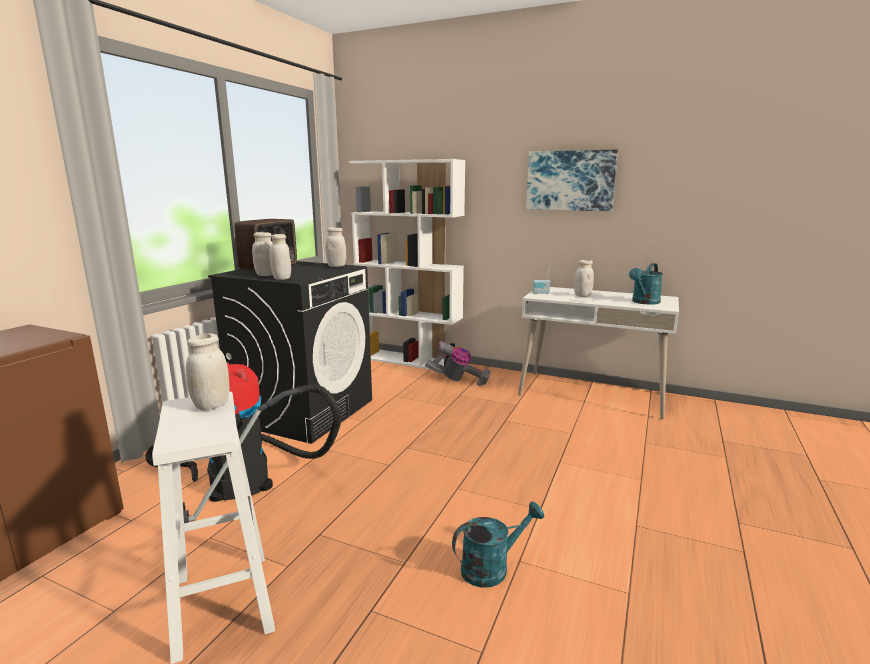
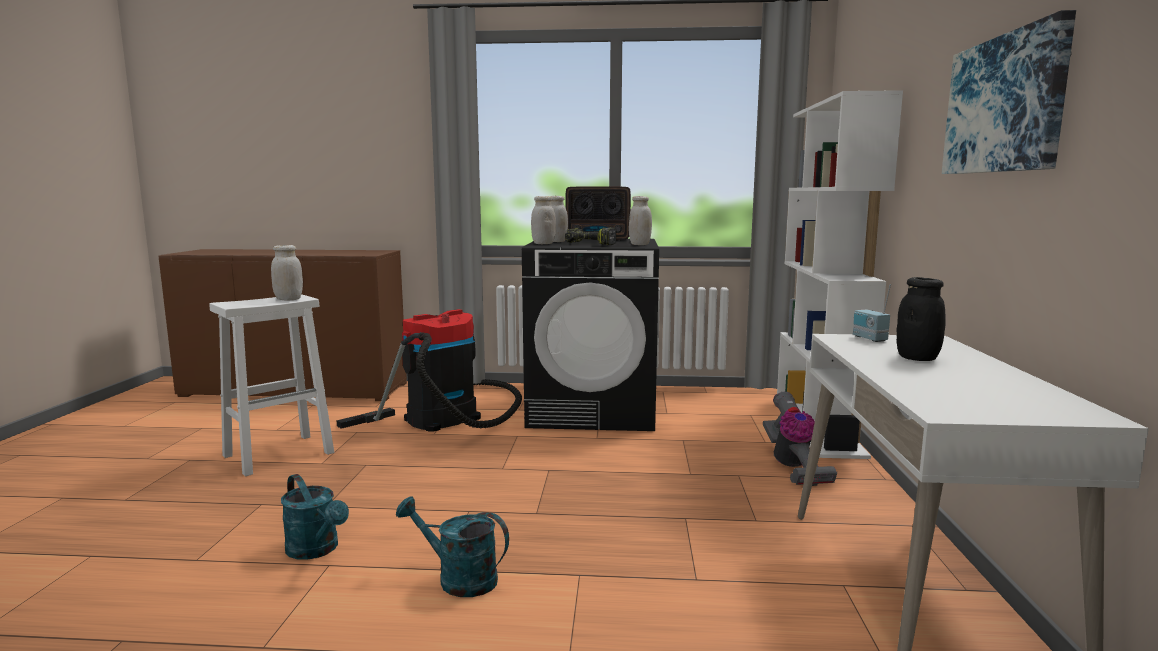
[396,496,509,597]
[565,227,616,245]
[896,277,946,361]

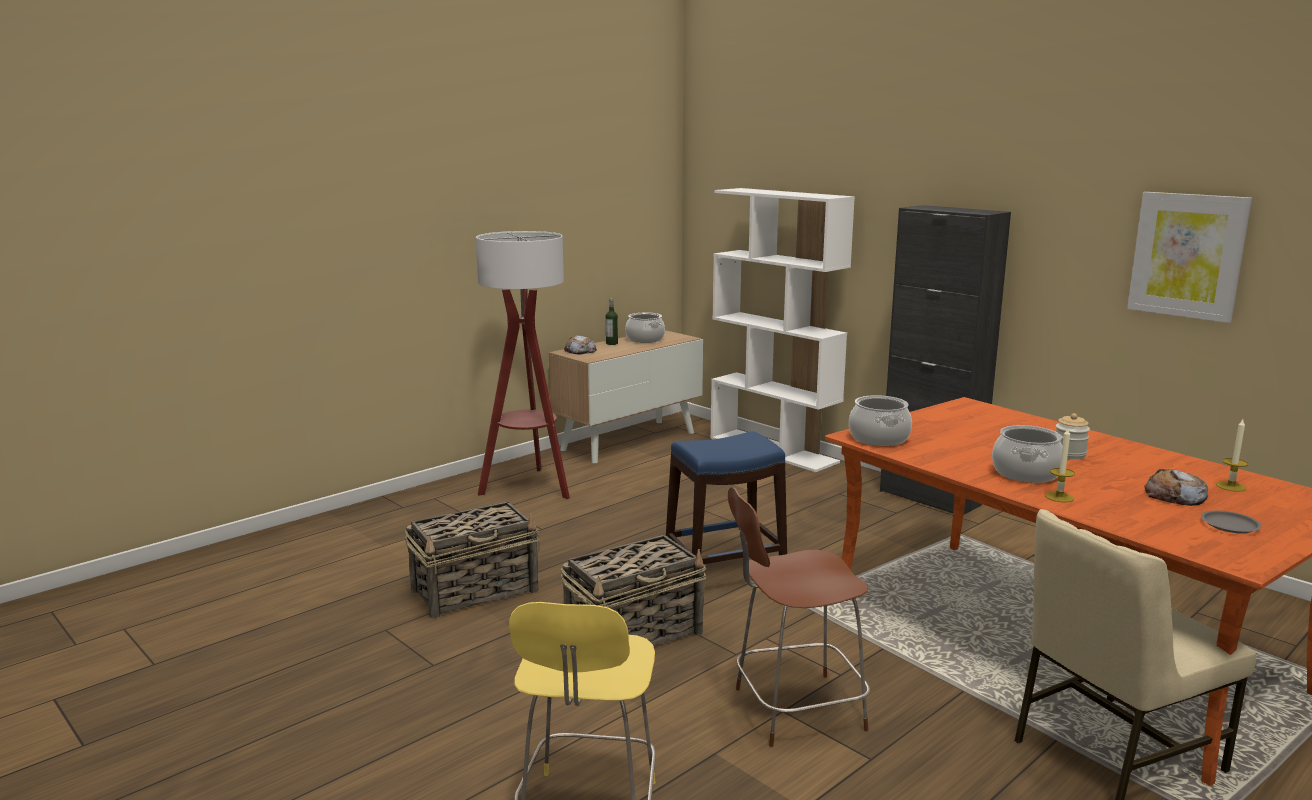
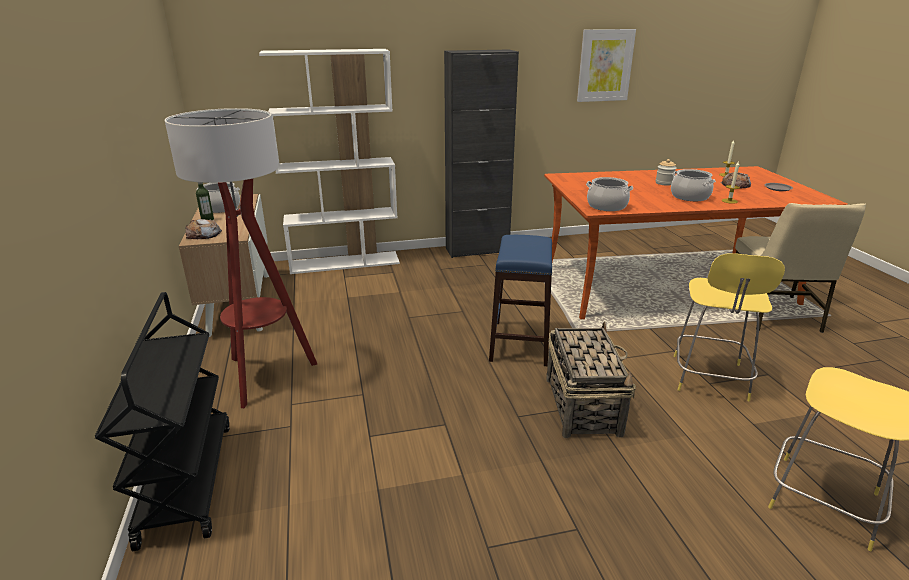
[95,292,230,551]
[674,253,785,402]
[405,501,540,618] (first image)

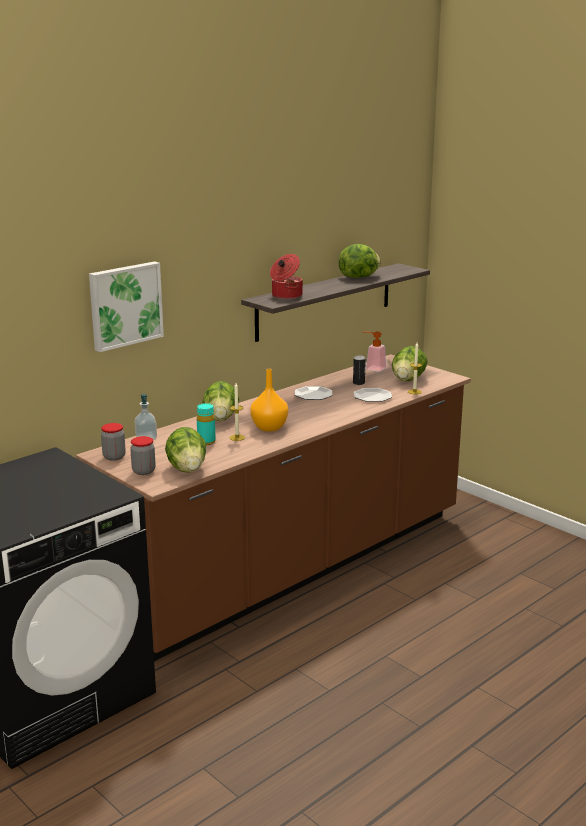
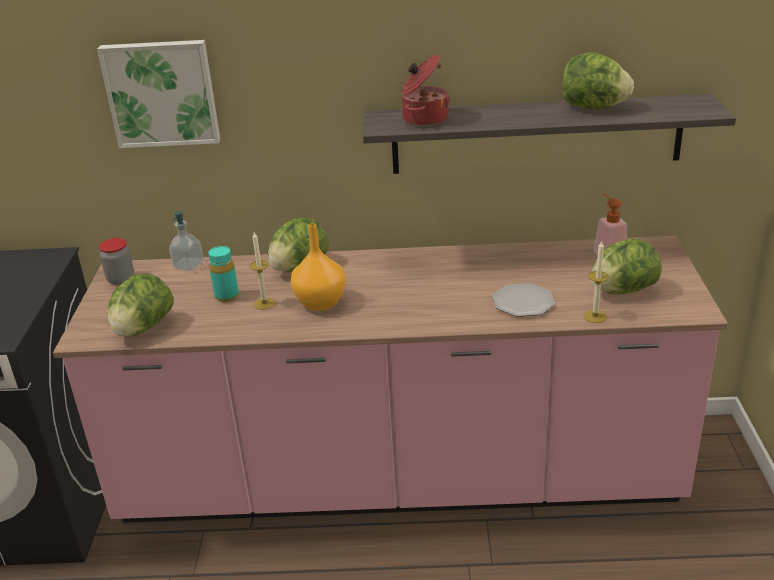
[53,236,728,523]
[130,436,156,475] (first image)
[295,386,332,400] (first image)
[353,355,366,385] (first image)

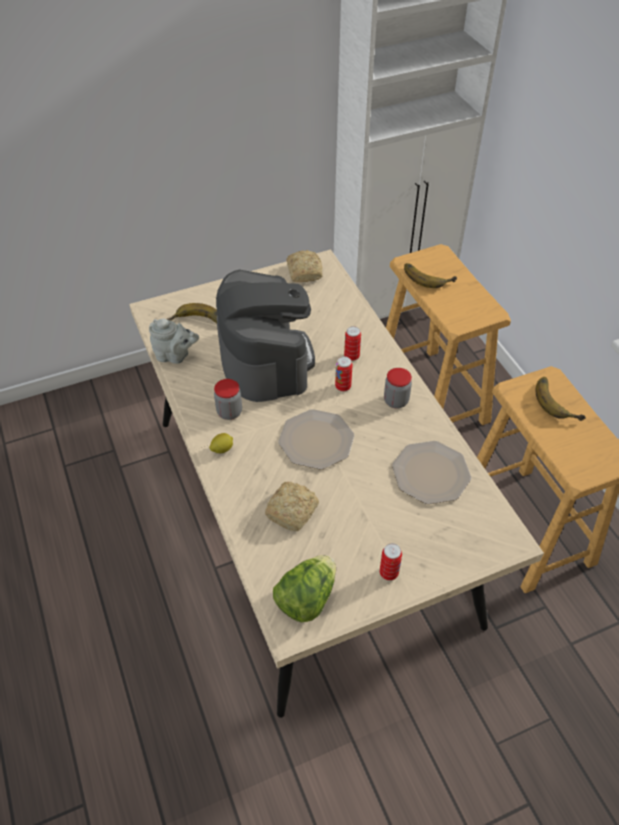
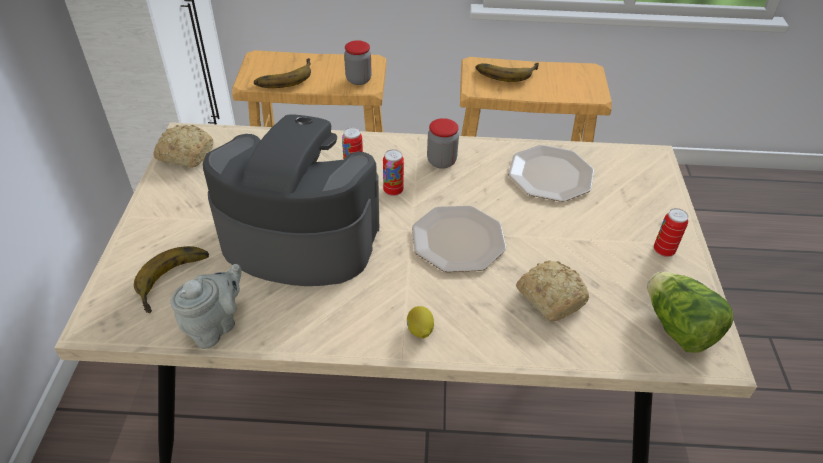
[344,40,372,85]

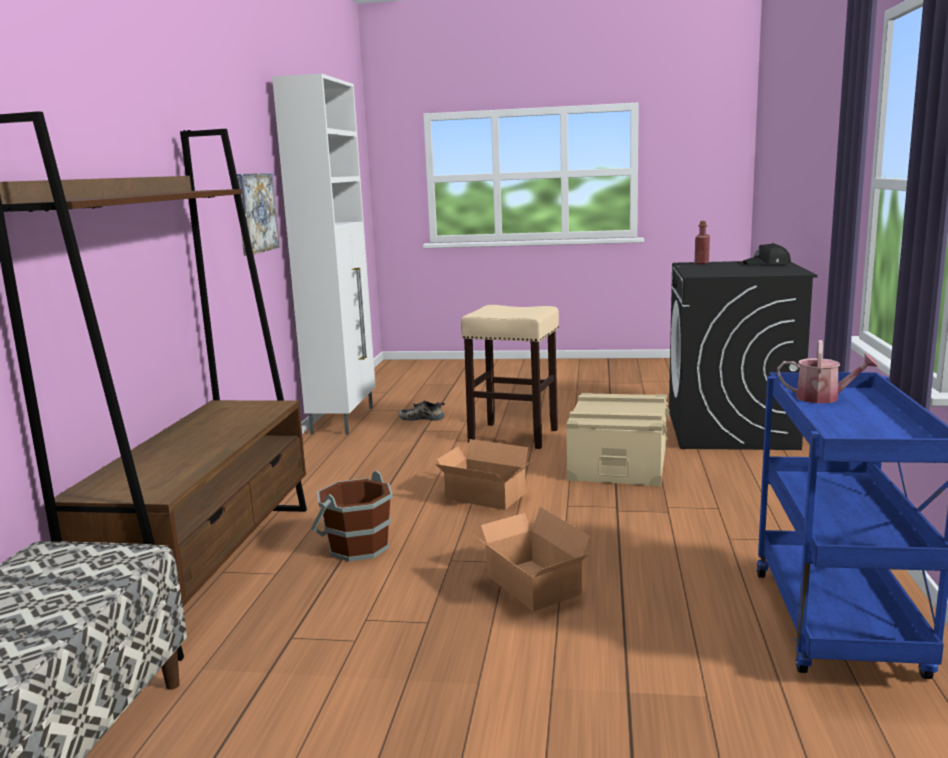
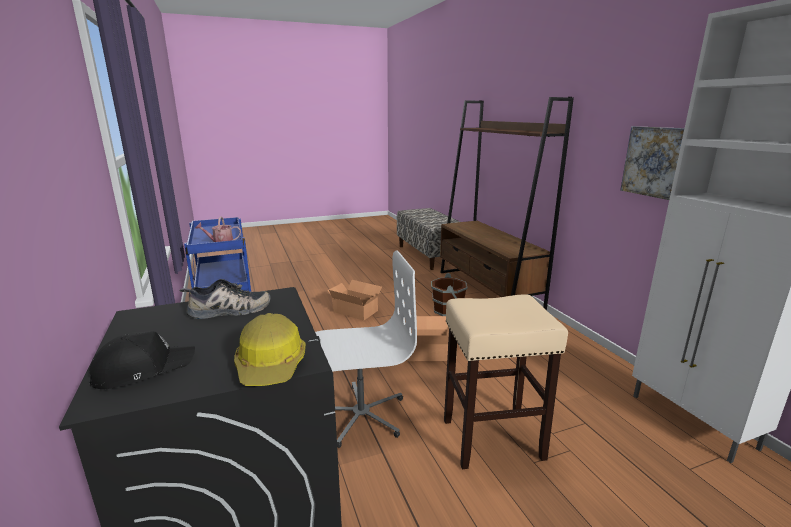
[180,279,271,319]
[234,313,306,386]
[315,250,417,448]

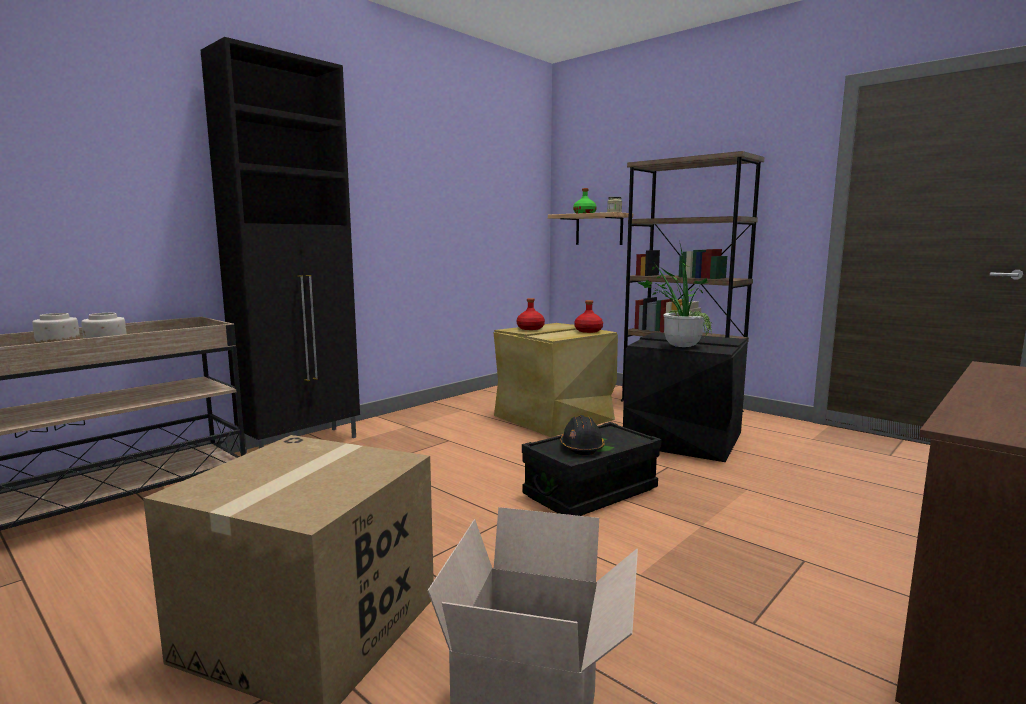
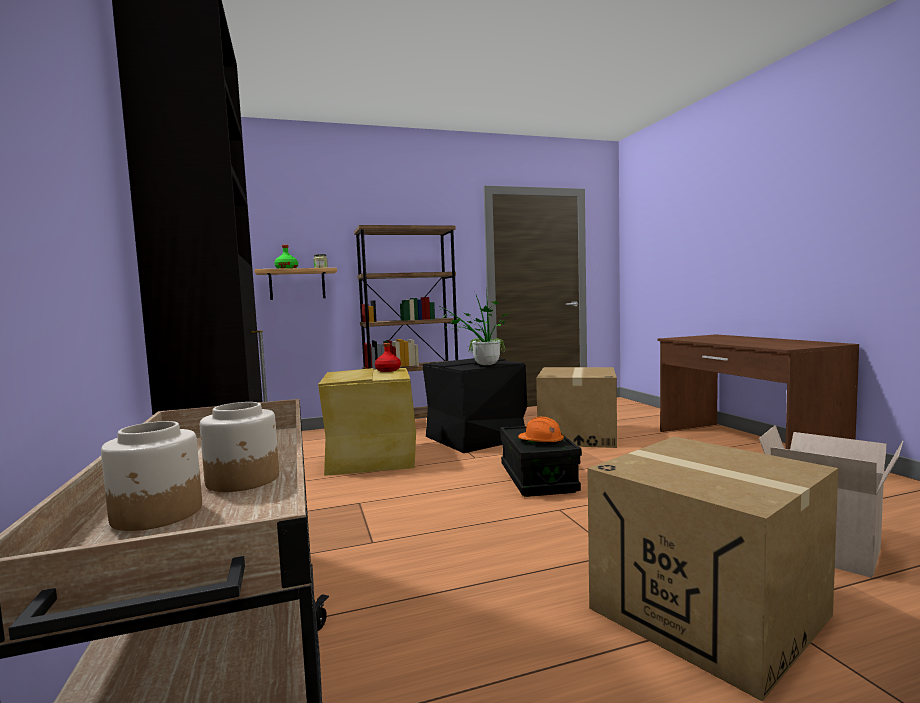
[518,417,564,445]
[536,367,617,448]
[517,298,545,330] (first image)

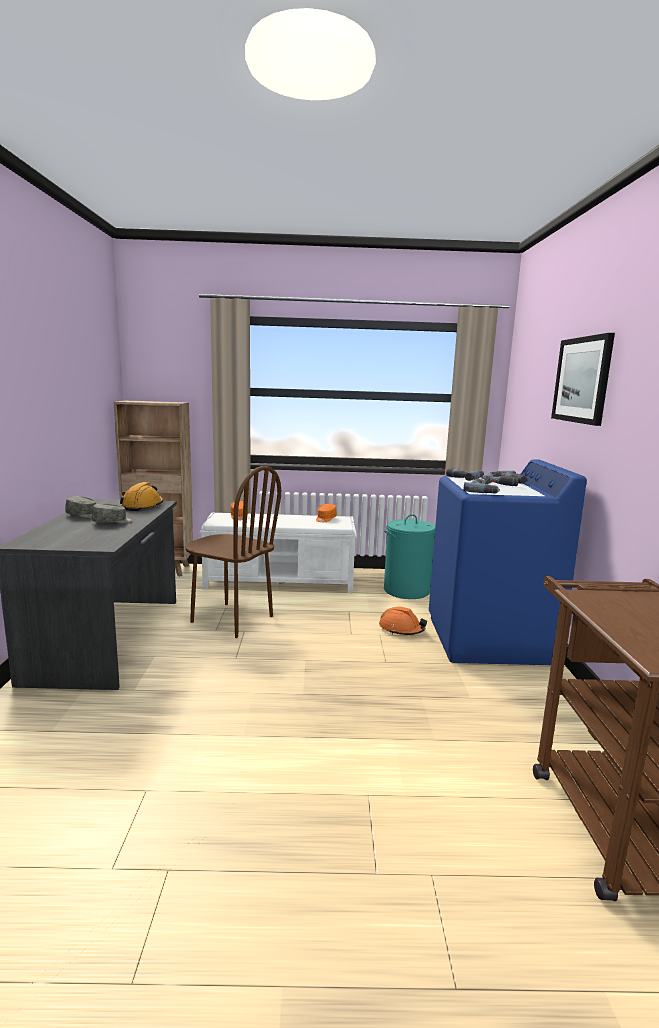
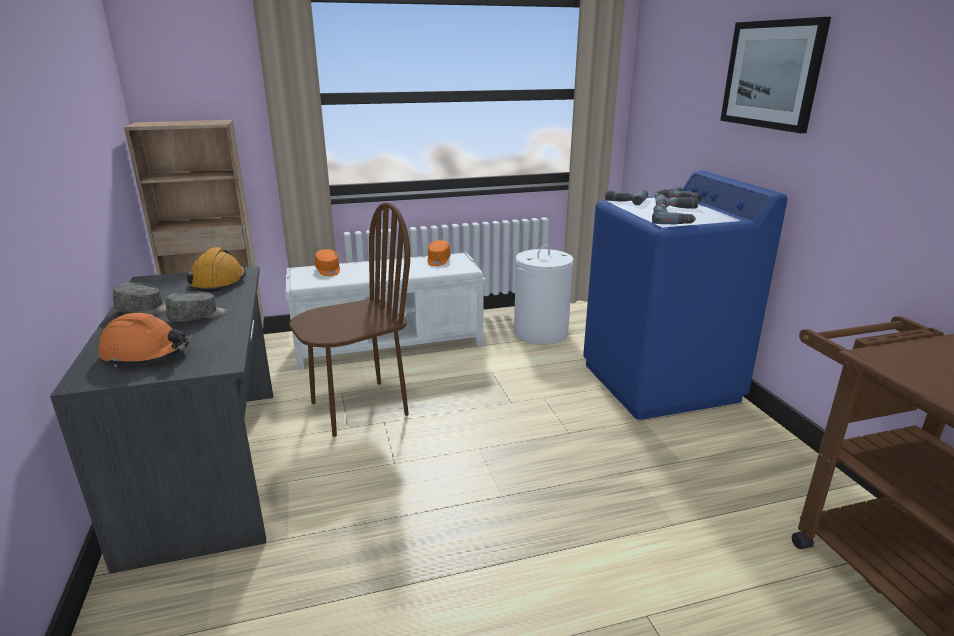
[98,313,189,367]
[289,202,410,437]
[514,244,574,345]

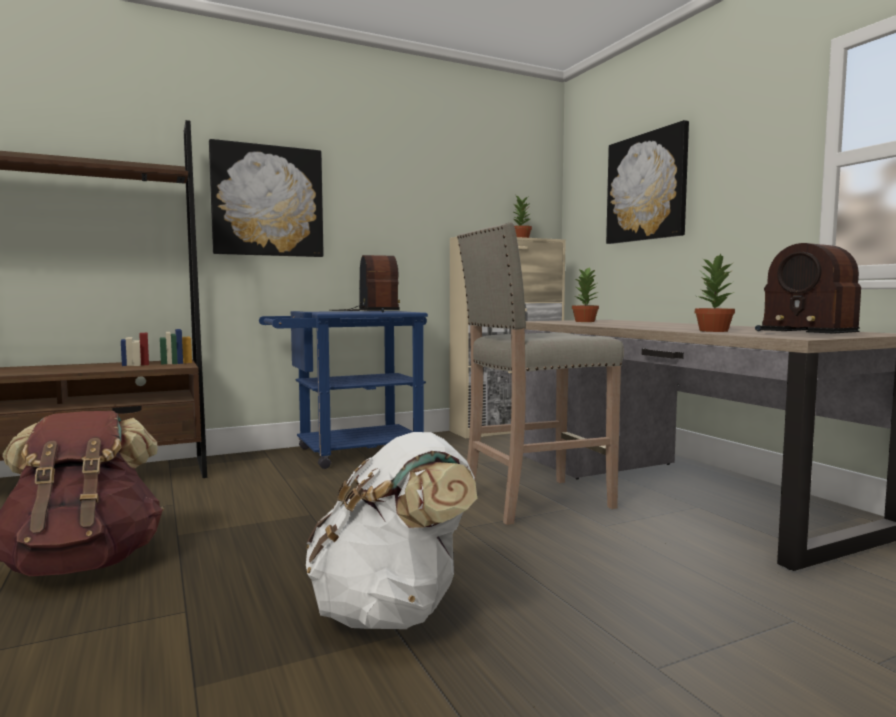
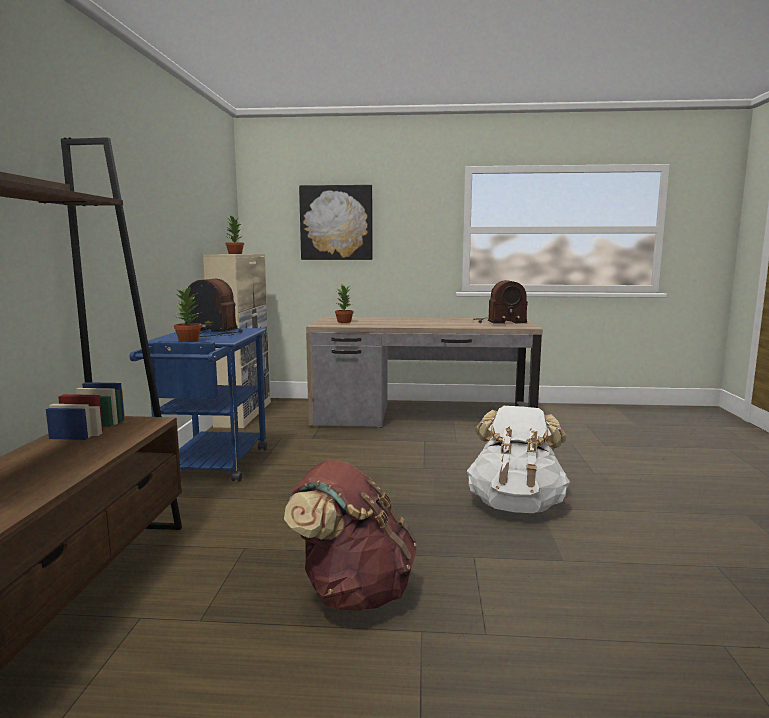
[174,287,202,342]
[209,139,324,257] (first image)
[457,222,624,525] (first image)

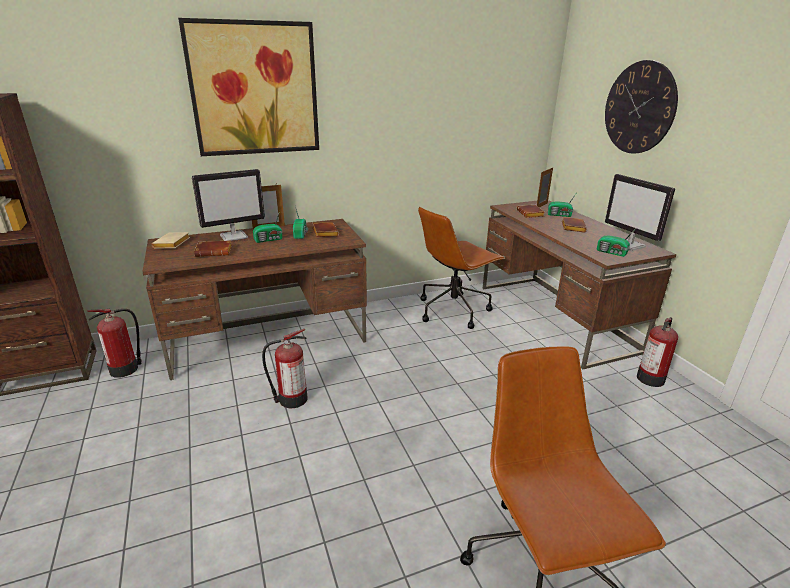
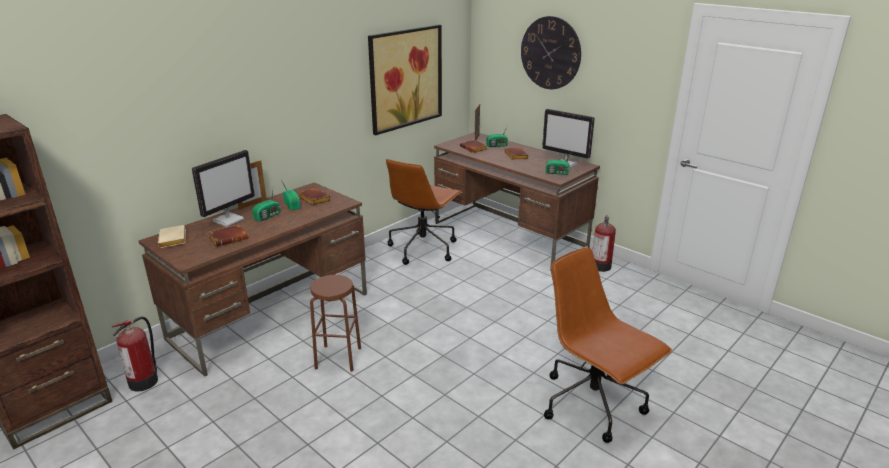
[310,275,361,372]
[368,25,442,135]

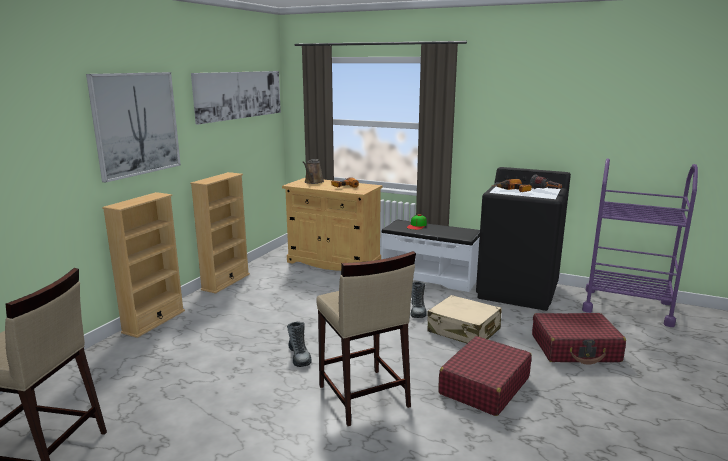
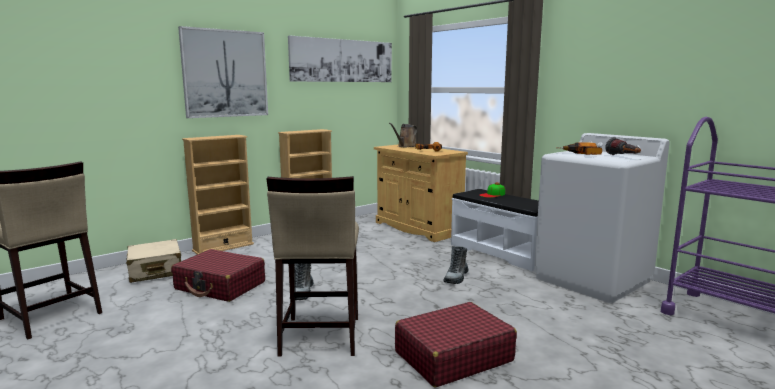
[126,239,181,283]
[171,249,265,302]
[534,133,670,303]

